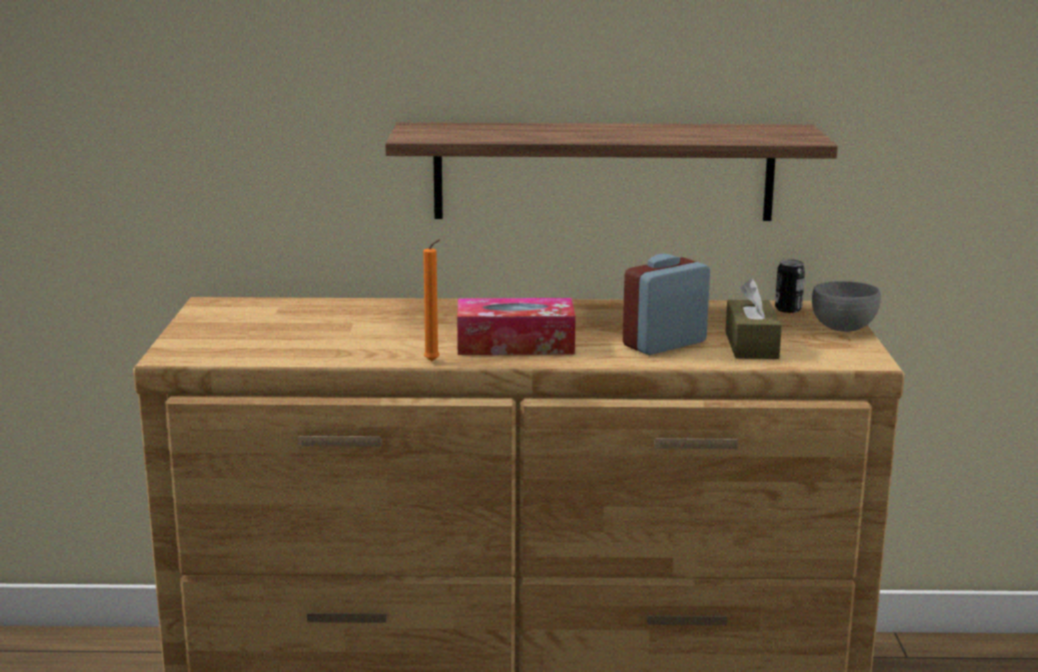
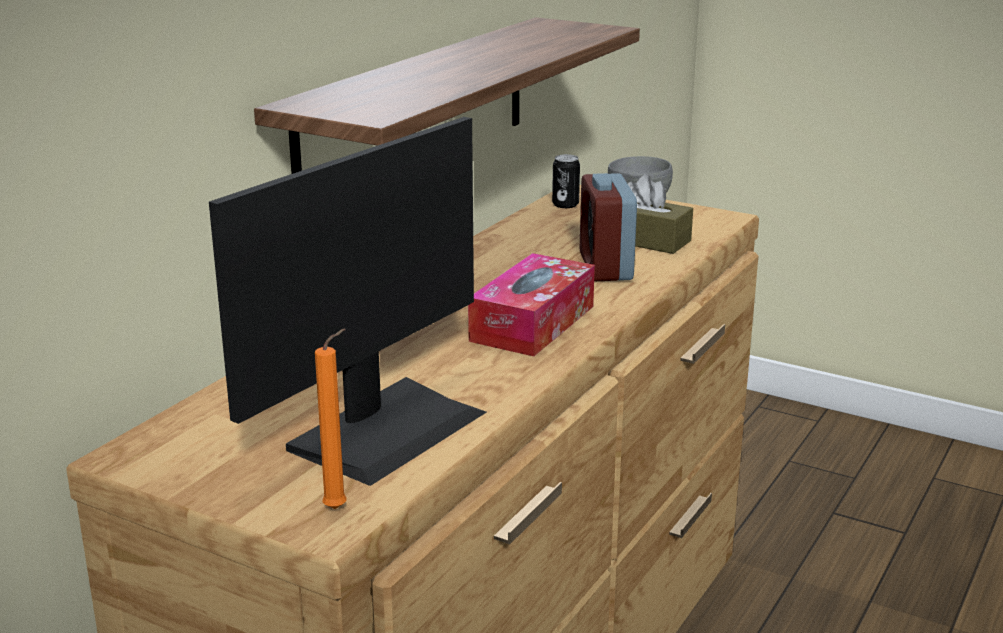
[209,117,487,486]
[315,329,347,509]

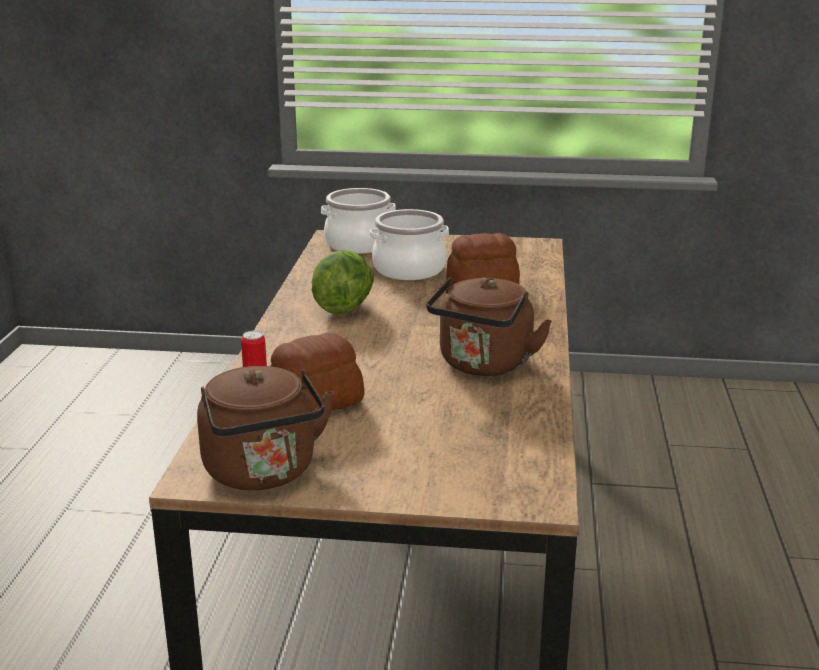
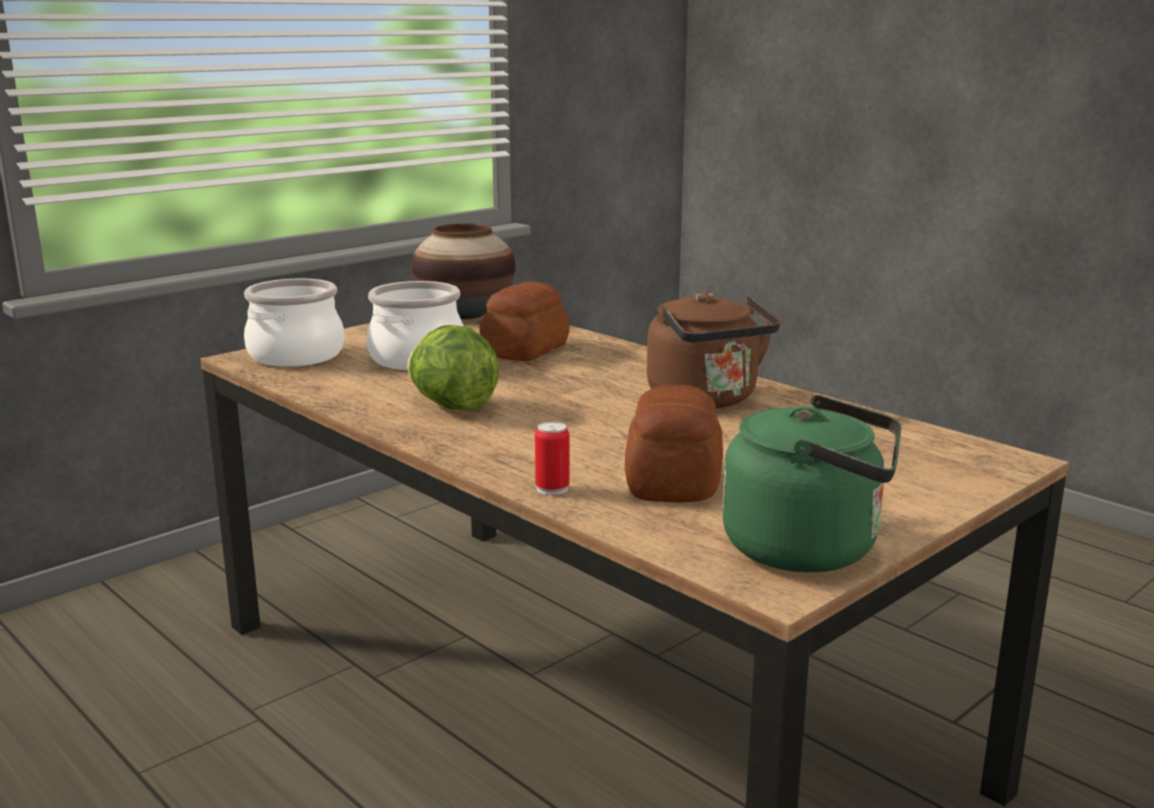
[411,223,516,320]
[722,395,901,572]

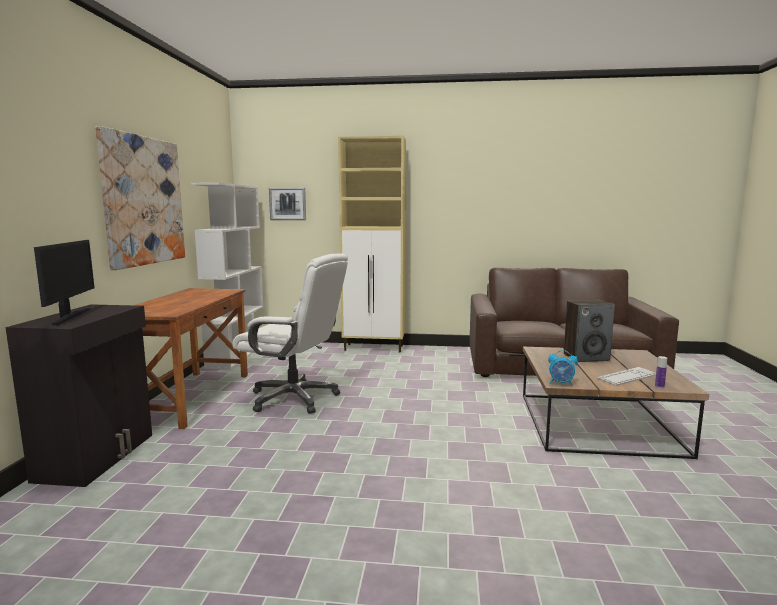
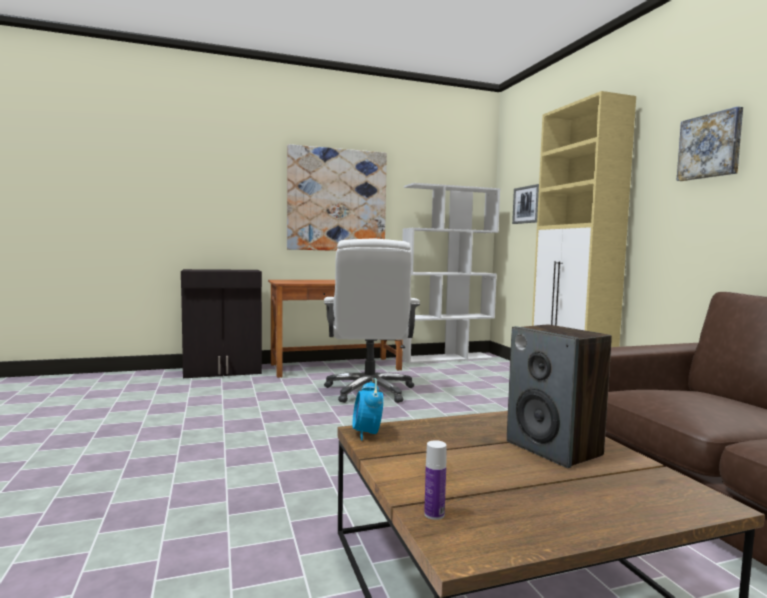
[676,106,743,181]
[34,240,95,325] (first image)
[597,367,656,386] (first image)

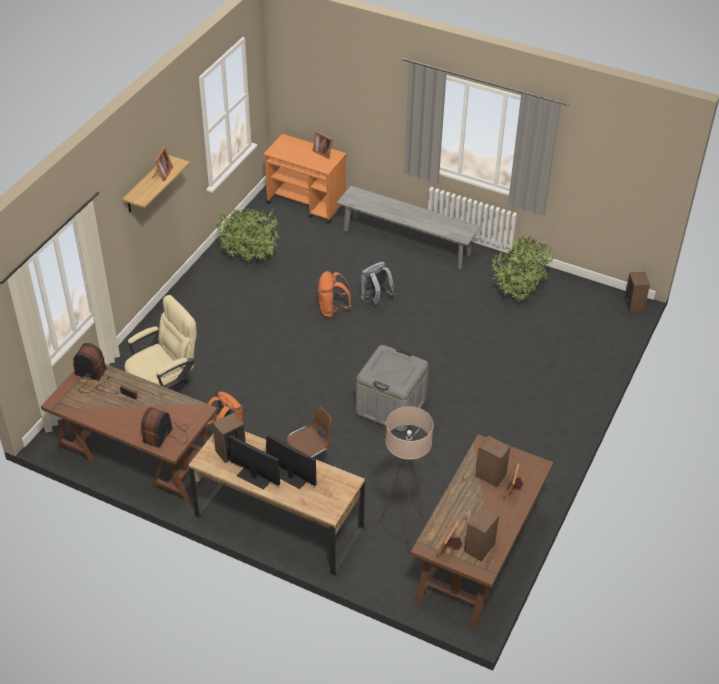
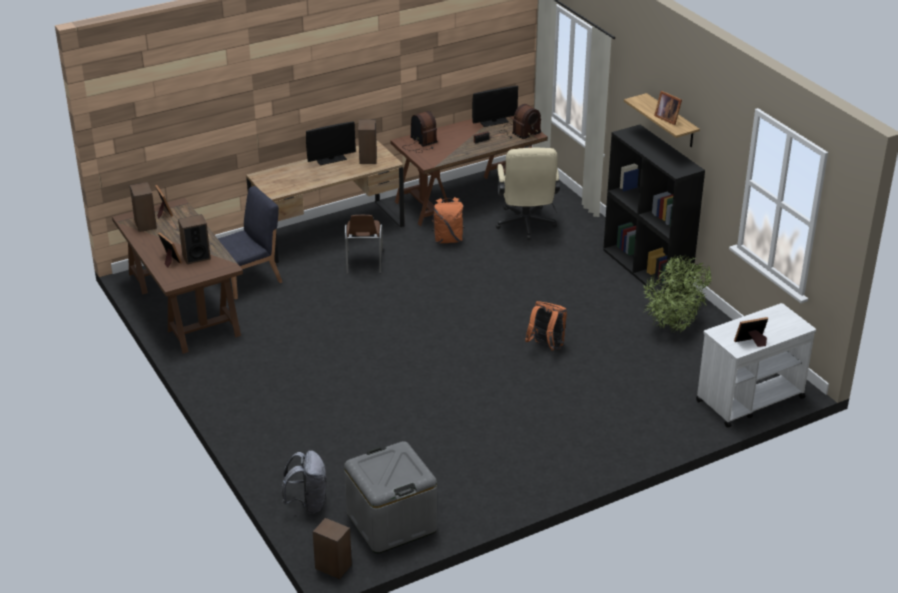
[218,186,282,300]
[282,450,326,514]
[344,441,437,553]
[472,86,518,127]
[603,125,705,298]
[696,303,816,428]
[337,186,480,269] (first image)
[490,235,554,301] (first image)

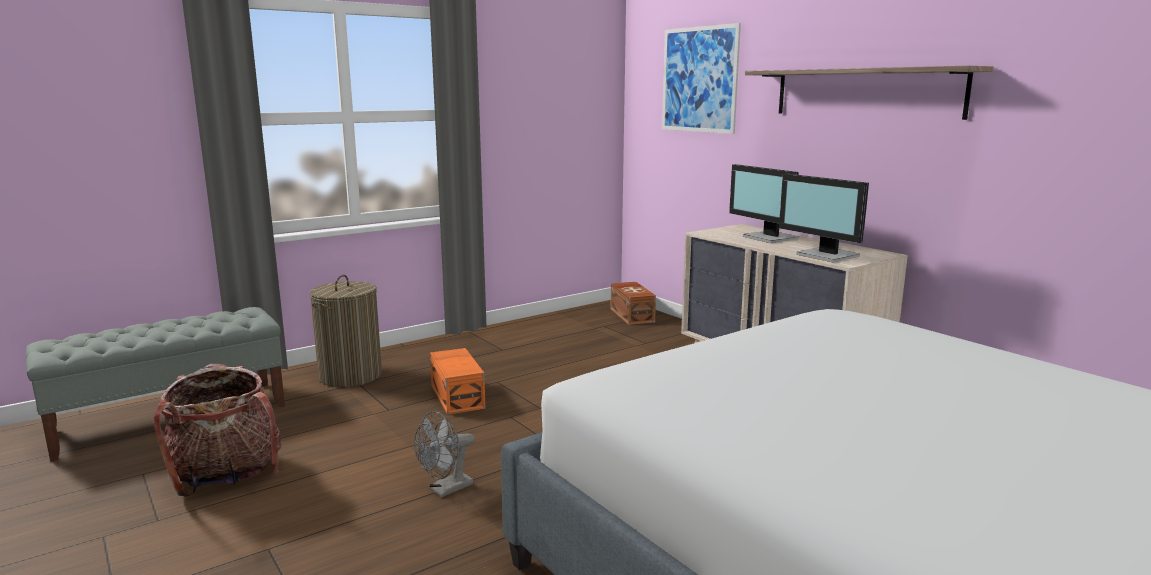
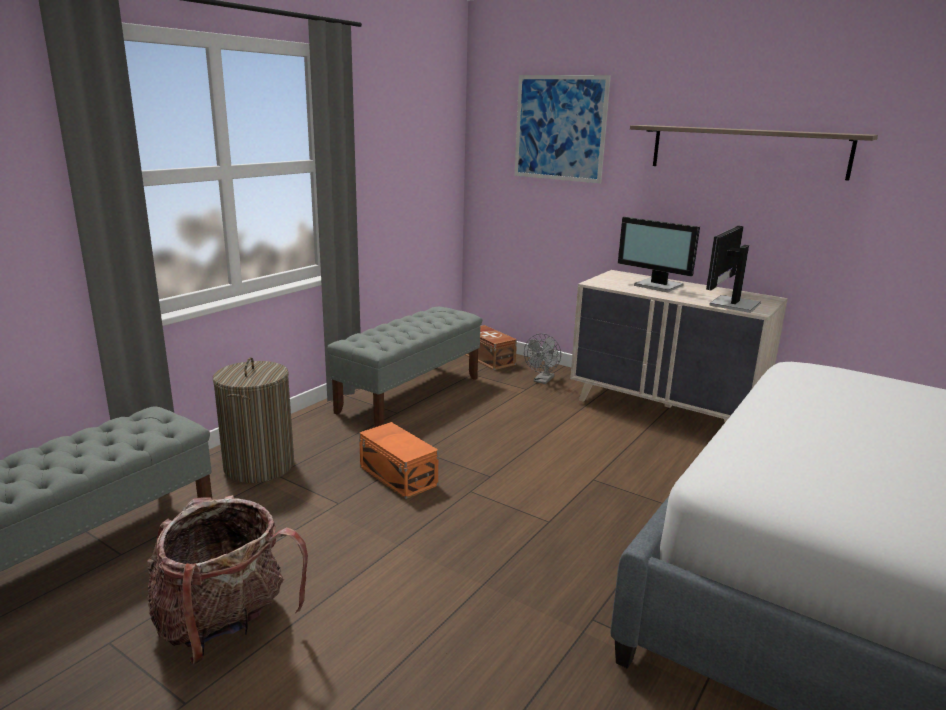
[327,307,482,427]
[524,333,561,384]
[706,226,761,313]

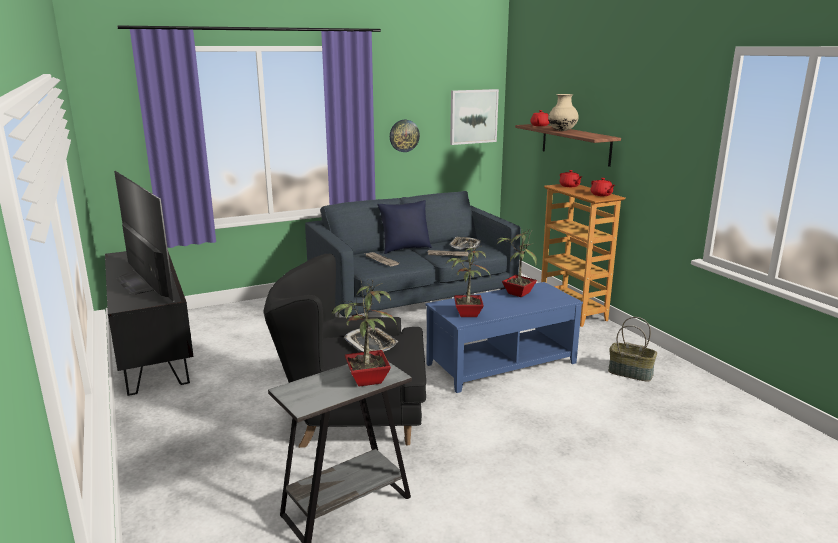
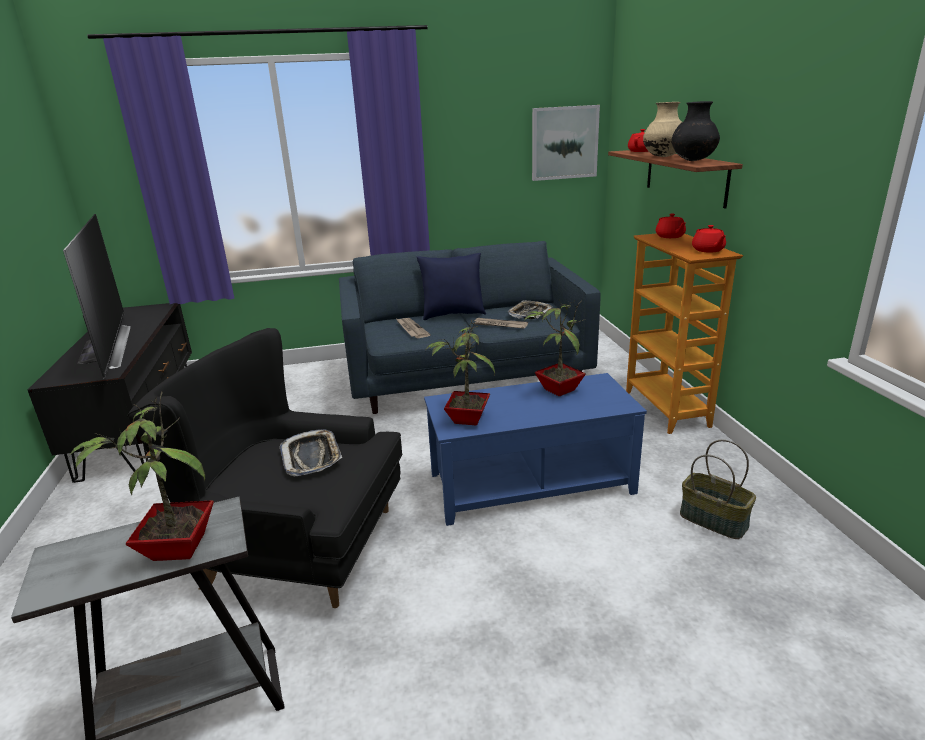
[672,101,720,161]
[390,120,420,152] (first image)

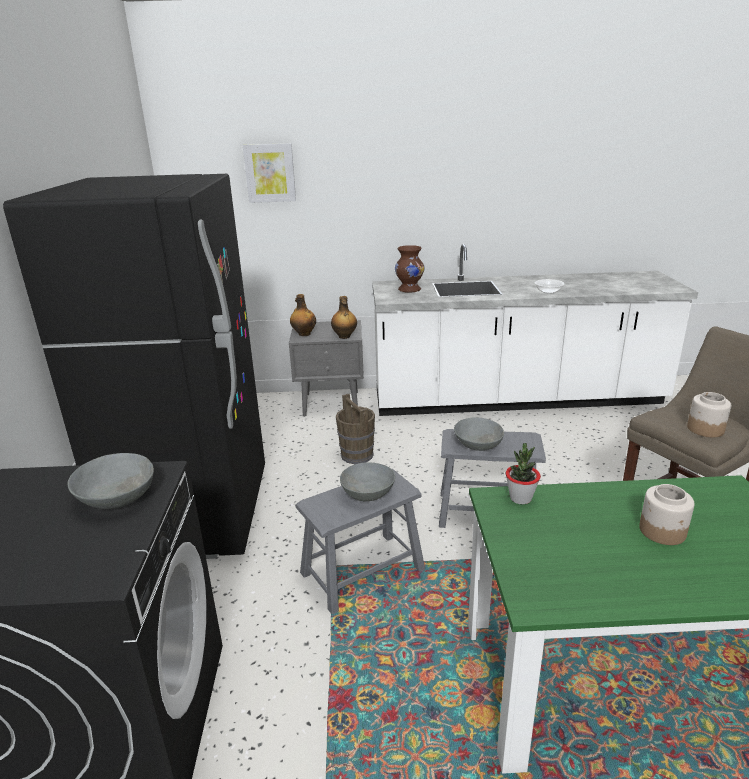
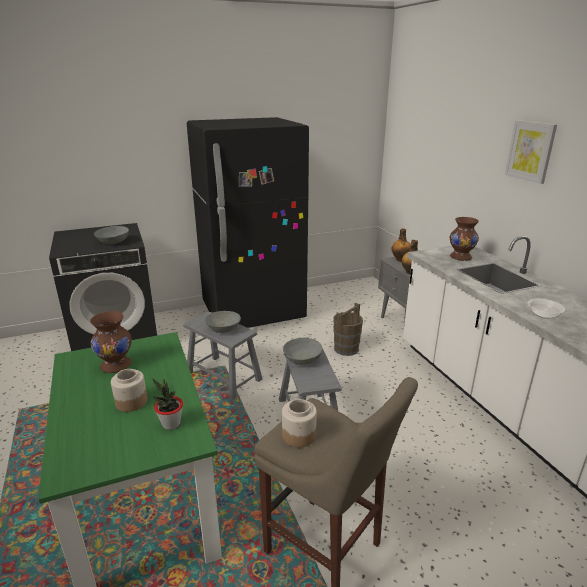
[90,311,132,373]
[153,378,183,430]
[505,120,557,184]

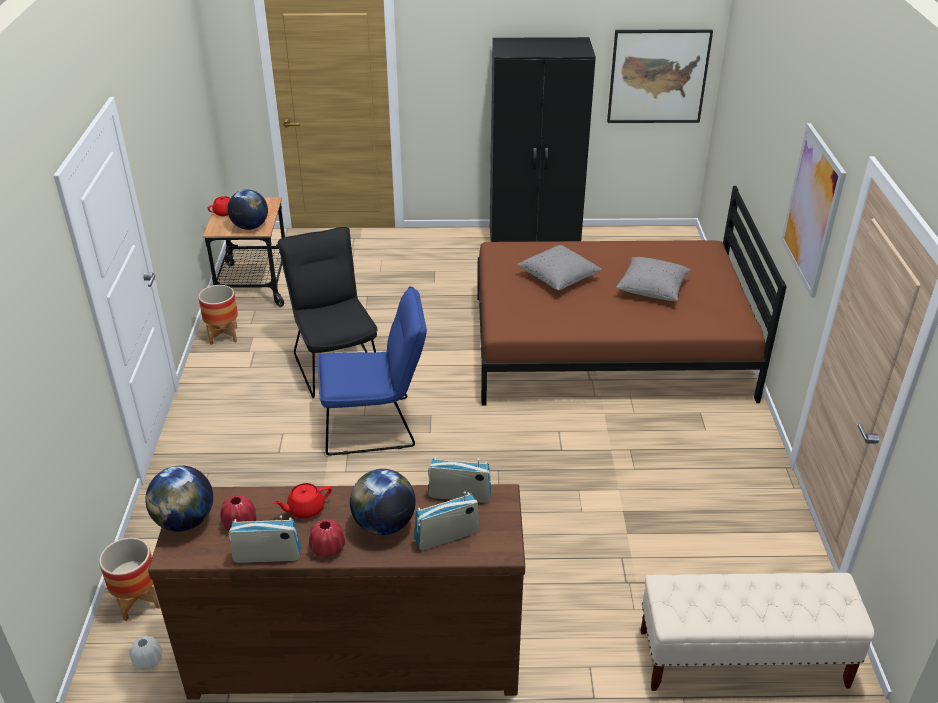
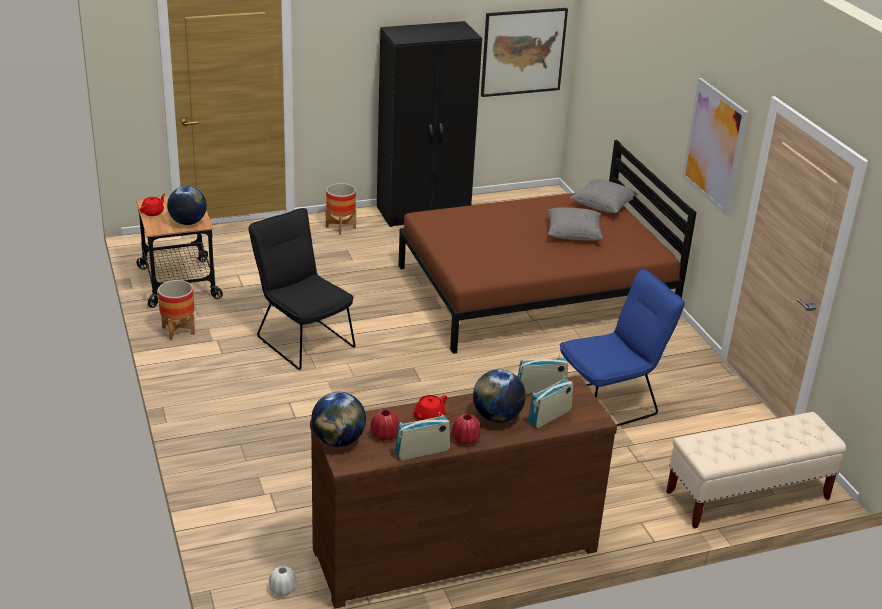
[326,183,356,235]
[560,268,685,426]
[570,179,639,213]

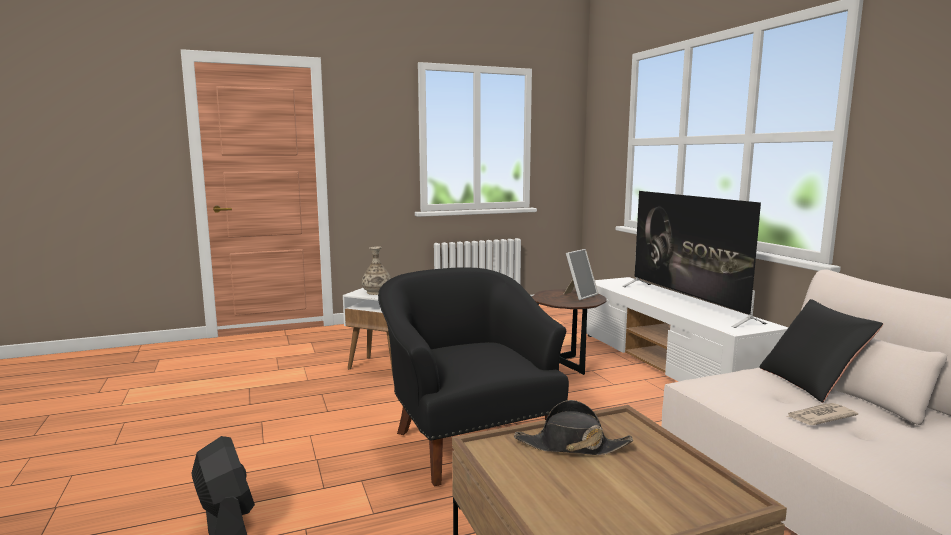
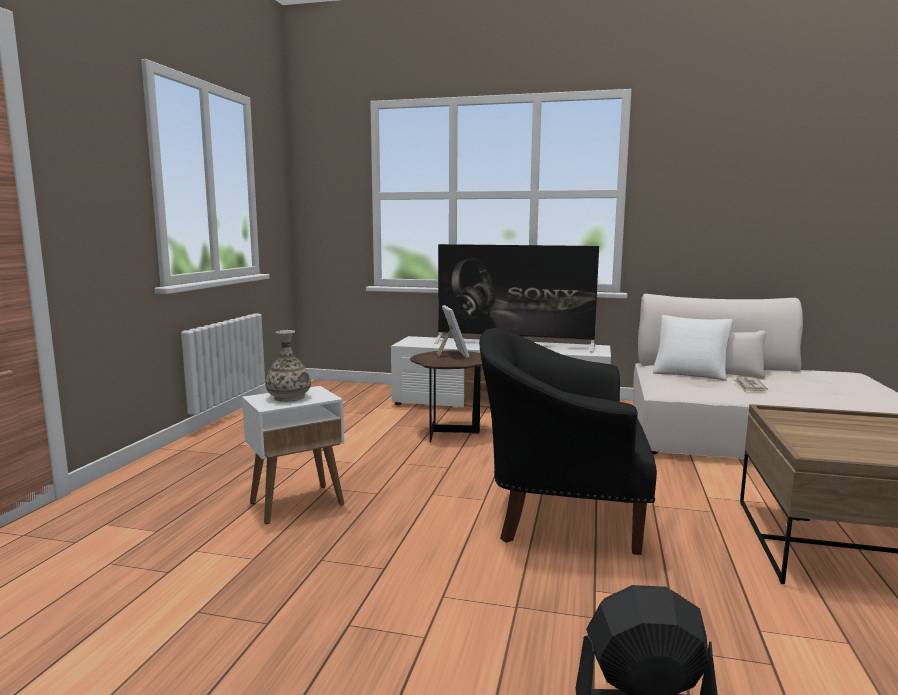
[653,315,733,381]
[514,400,633,455] (first image)

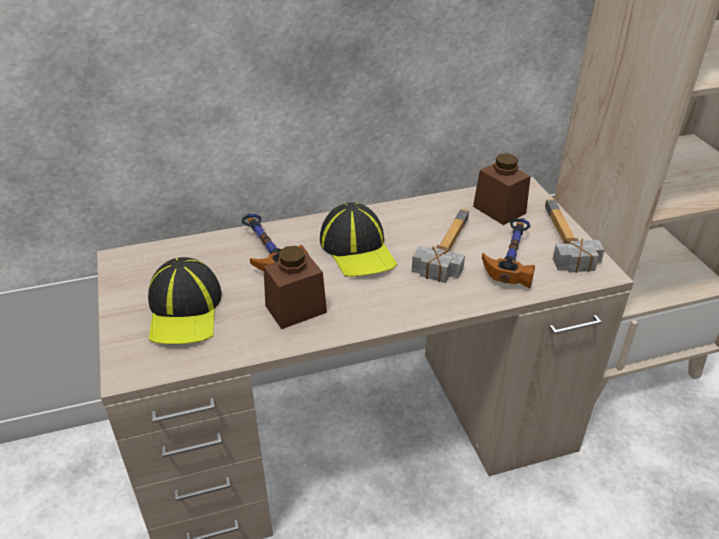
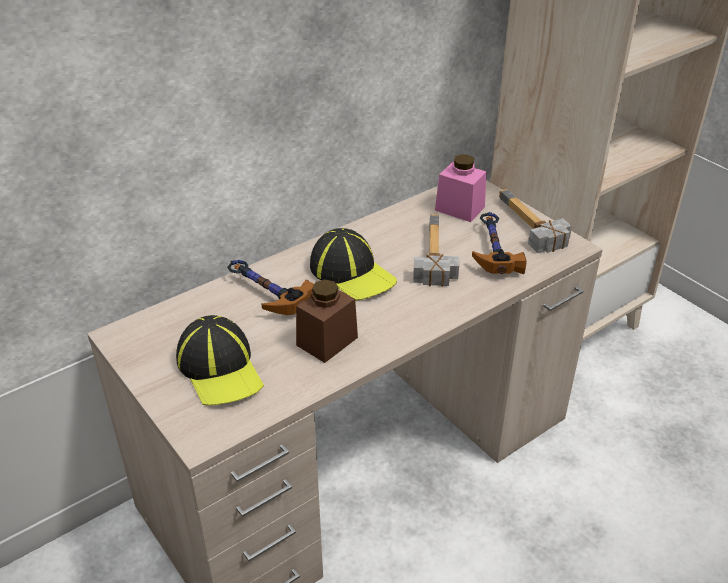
[435,154,487,222]

